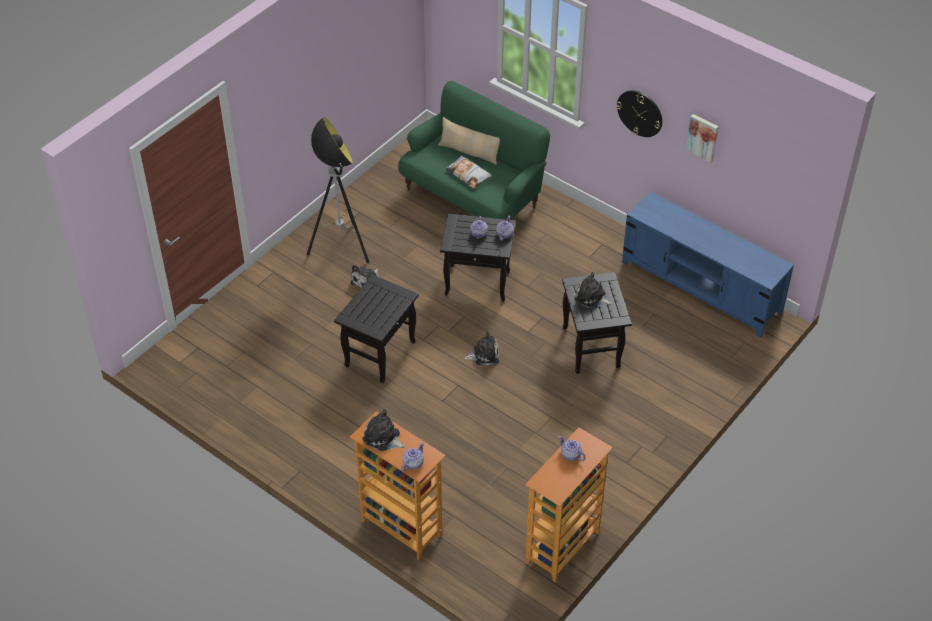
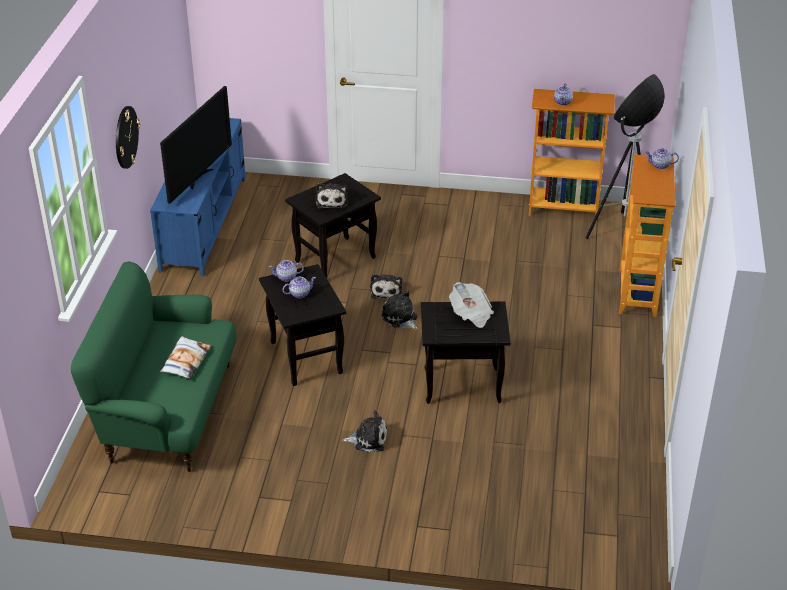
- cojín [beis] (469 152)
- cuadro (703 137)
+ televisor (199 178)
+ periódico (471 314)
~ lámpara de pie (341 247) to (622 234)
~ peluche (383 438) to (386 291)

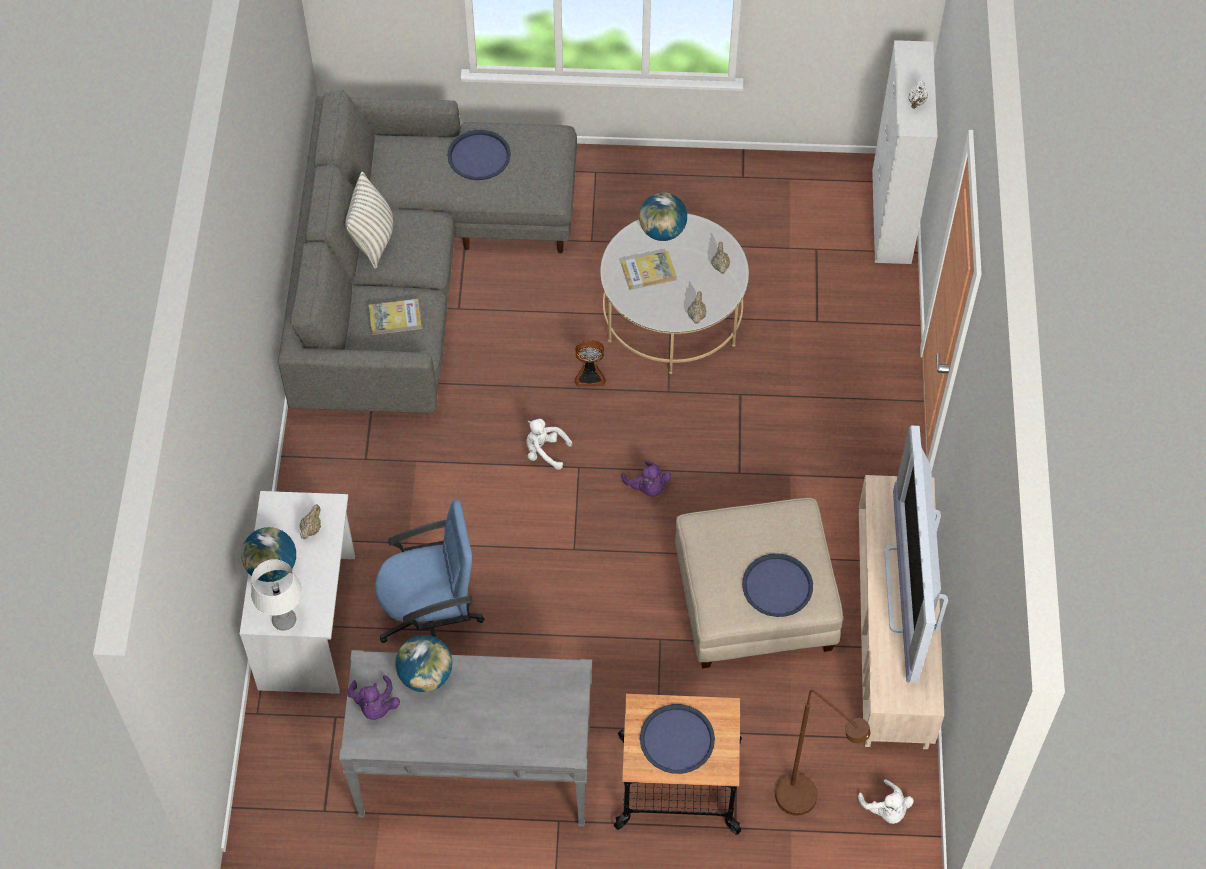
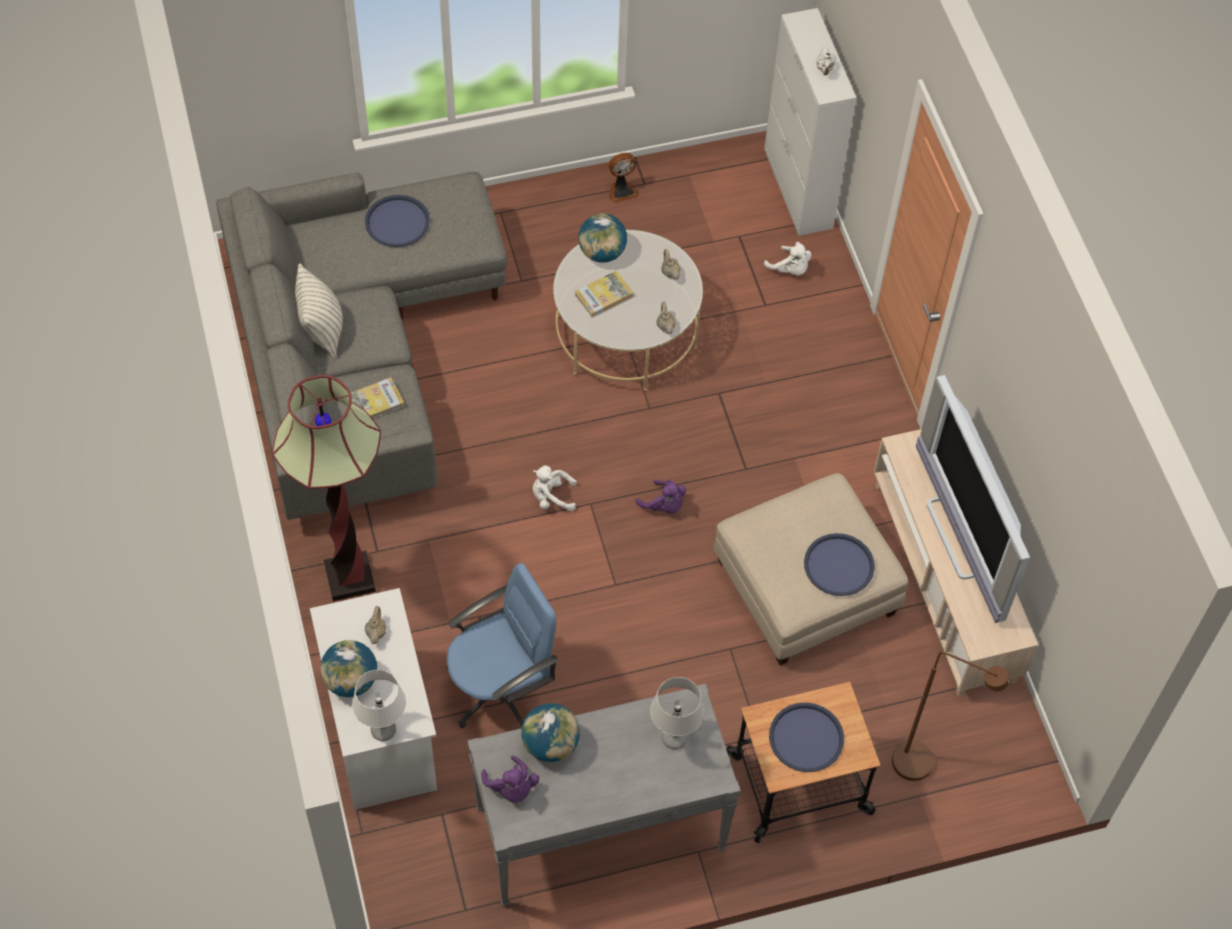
+ lámpara de pie (350 577)
+ lámpara de mesa [gris] (674 738)
~ ventilador (590 375) to (621 190)
~ peluche [blanco] (886 810) to (790 269)

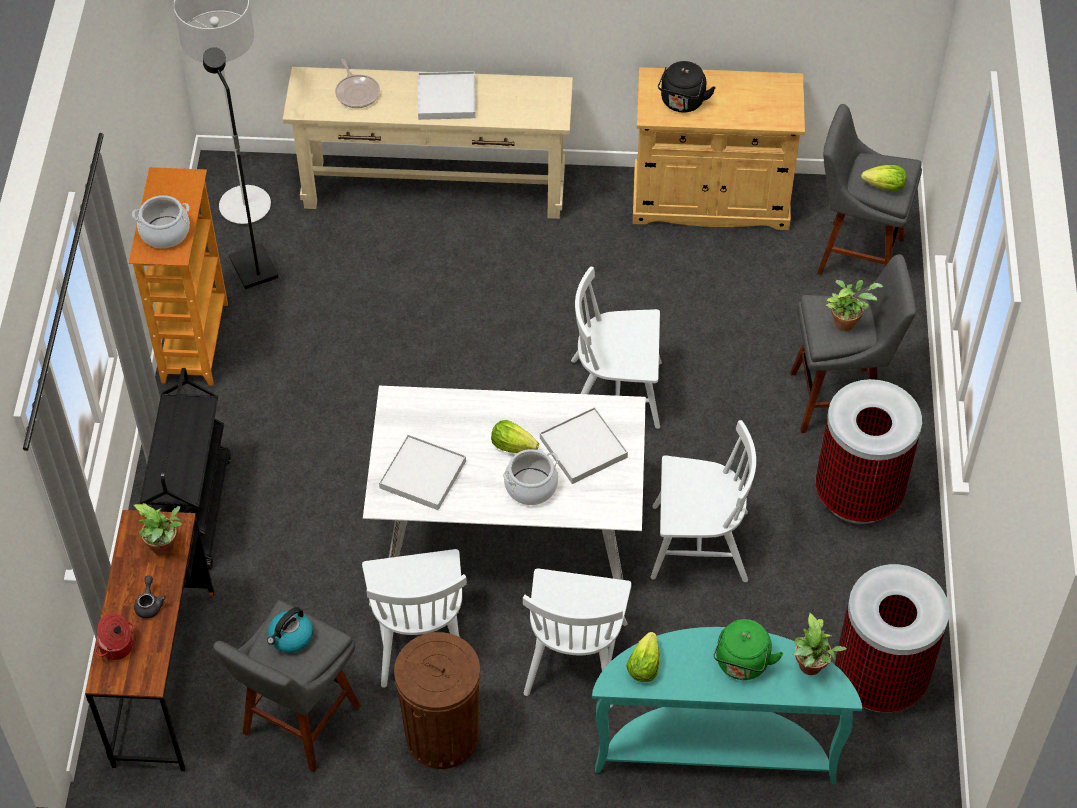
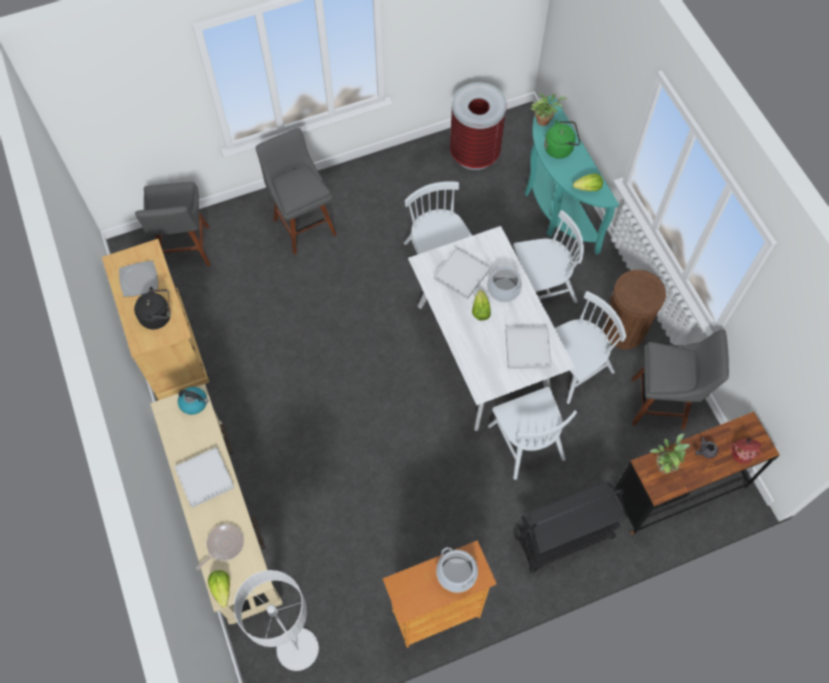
- lámpara de pie [negro] (252 268)
- papelera (858 494)
- planta en maceta (846 322)
+ plato (138 279)
~ hervidor (290 637) to (194 403)
~ silla [blanco] (616 392) to (526 442)
~ lechuga (884 187) to (222 588)

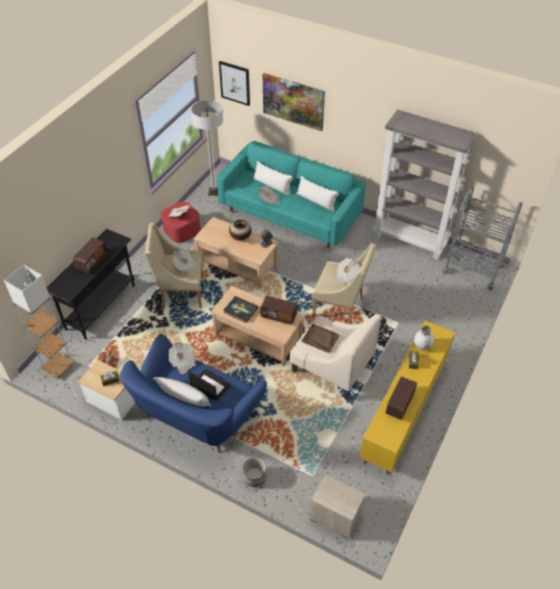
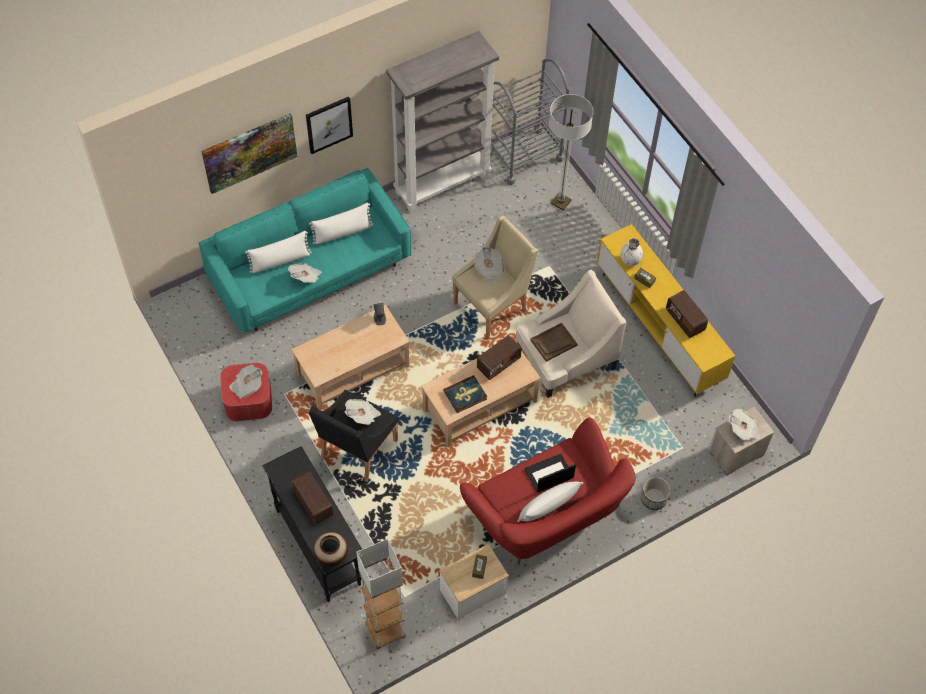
~ periódico (182 362) to (743 430)
~ lámpara de pie (214 192) to (560 202)
~ cuadro (235 83) to (329 124)
~ florero (240 237) to (331 556)
~ sofá [azul] (196 415) to sofá [rojo] (546 516)
~ sillón [beis] (180 293) to sillón [negro] (357 451)

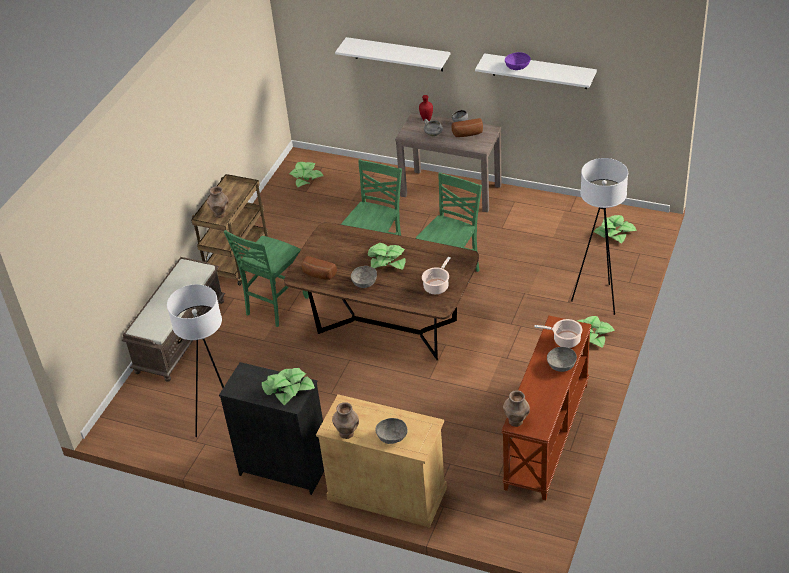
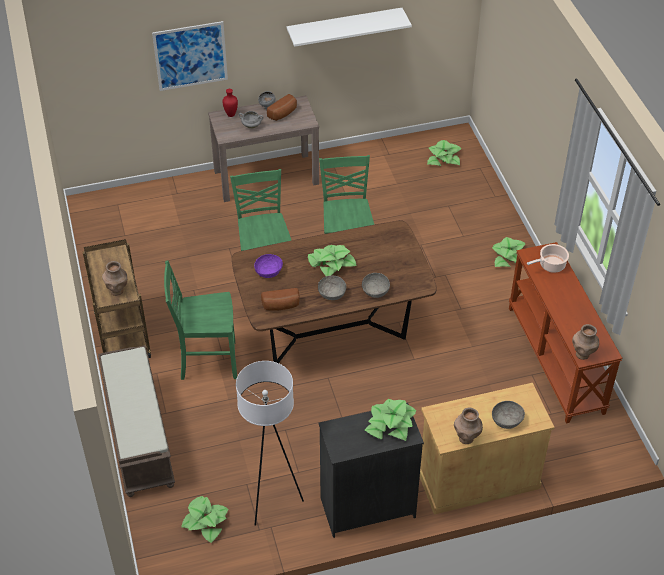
- olla (437 286)
- lámpara de pie [blanco] (597 299)
~ planta en maceta (306 177) to (205 521)
~ cuenco [morado] (517 67) to (268 271)
~ cuenco [gris] (561 365) to (375 291)
~ estante [blanco] (398 54) to cuadro (190 56)
~ silla [verde] (275 306) = (207 361) 90 degrees clockwise

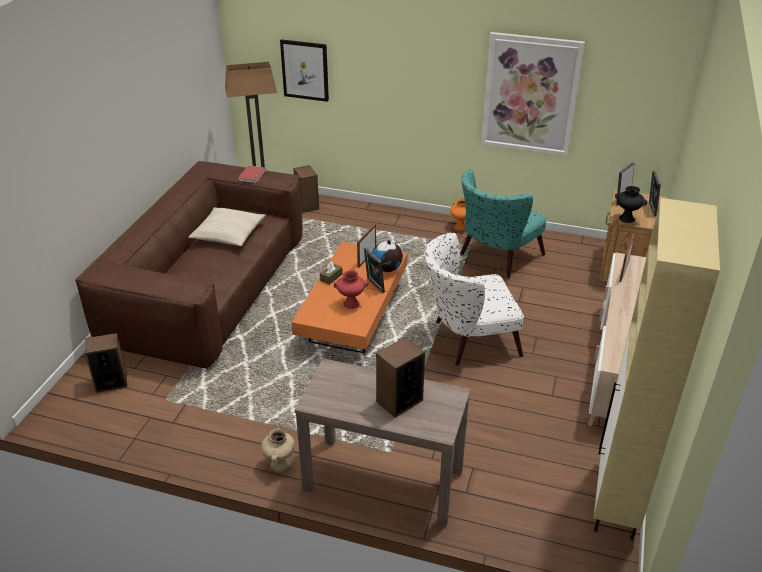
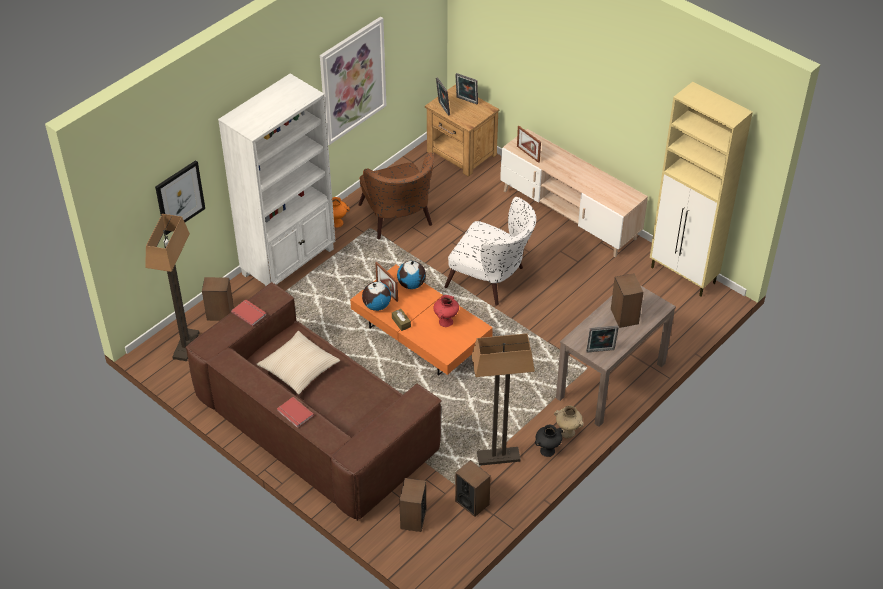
+ estantería [blanco] (289 261)
+ libro [rojo] (294 413)
+ globo terráqueo (376 305)
+ altavoz (472 502)
+ lámpara de pie (498 457)
~ portarretratos (374 285) to (600 351)
~ florero [negro] (626 219) to (547 451)
~ sillón [turquesa] (495 258) to sillón [marrón] (398 220)
~ sillón [blanco] (467 339) = (492 280) 75 degrees counterclockwise

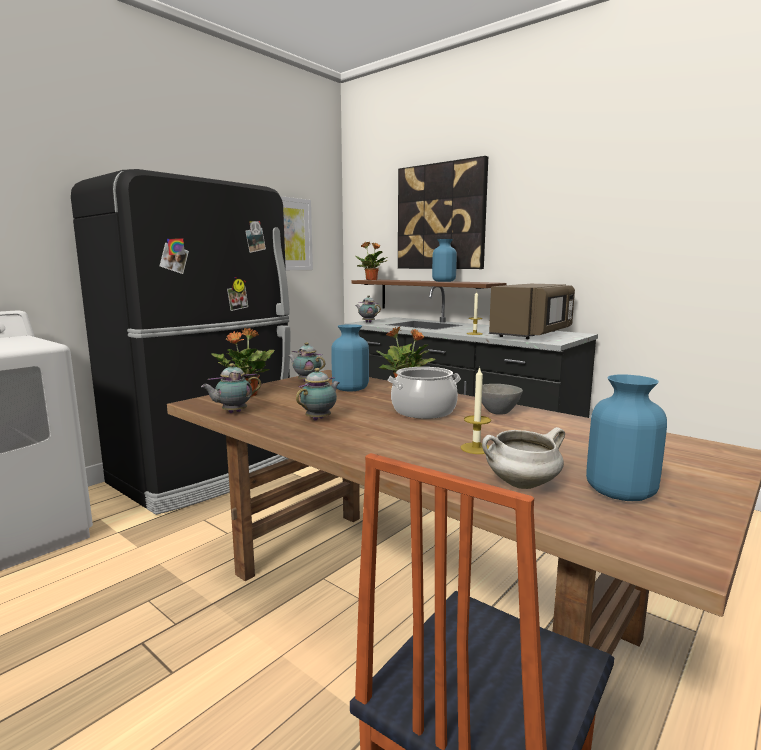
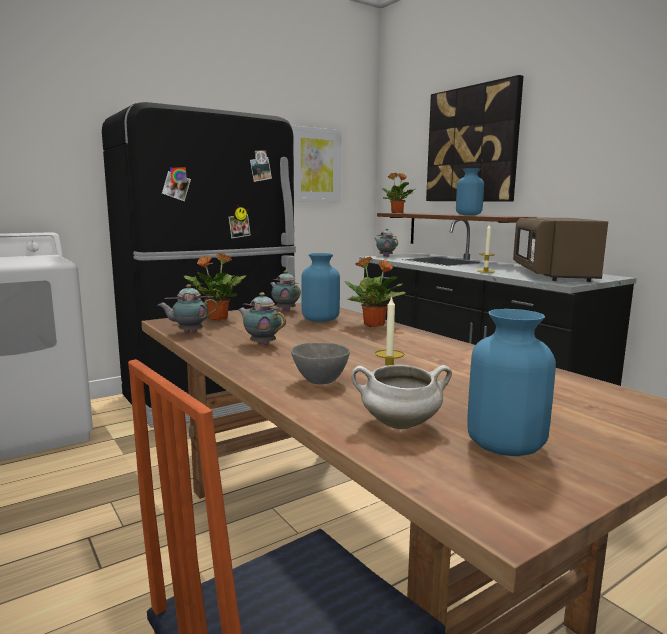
- olla (423 411)
~ cuenco [gris] (498 412) to (319 381)
~ tetera (320 419) = (261 344) 105 degrees counterclockwise
~ microondas [marrón] (532 334) = (552 275) 135 degrees clockwise

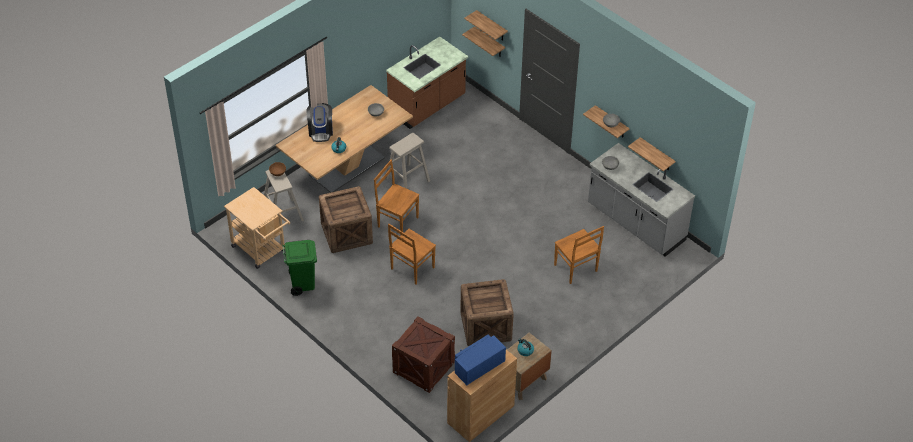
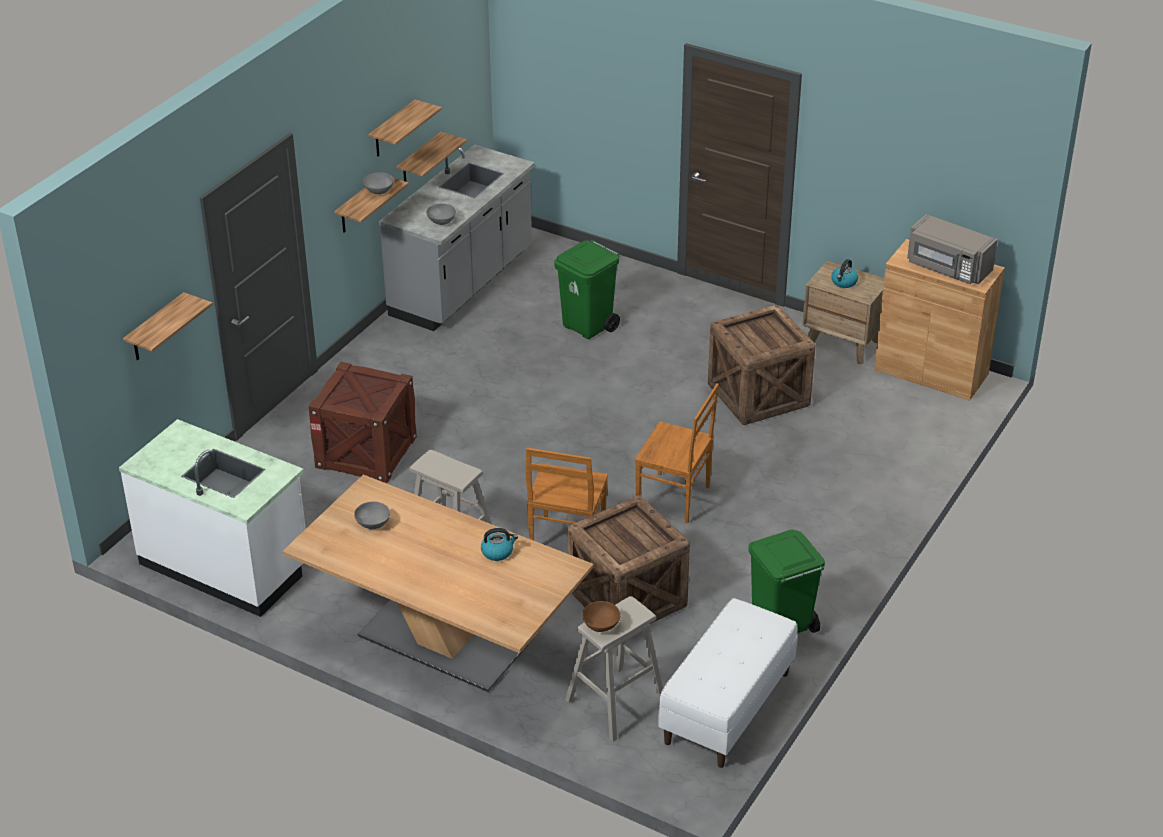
- cafetera (320 131)
~ caja de embalaje (424 367) to (366 452)
~ estante (489 42) to (392 130)
~ carrito [beis] (262 251) to banco [blanco] (727 708)
~ silla [marrón] (576 269) to papelera [verde] (588 326)
~ mueble bajo de cocina [marrón] (427 106) to mueble bajo de cocina [blanco] (225 565)
~ microondas [azul] (478 366) to microondas [gris] (948 268)

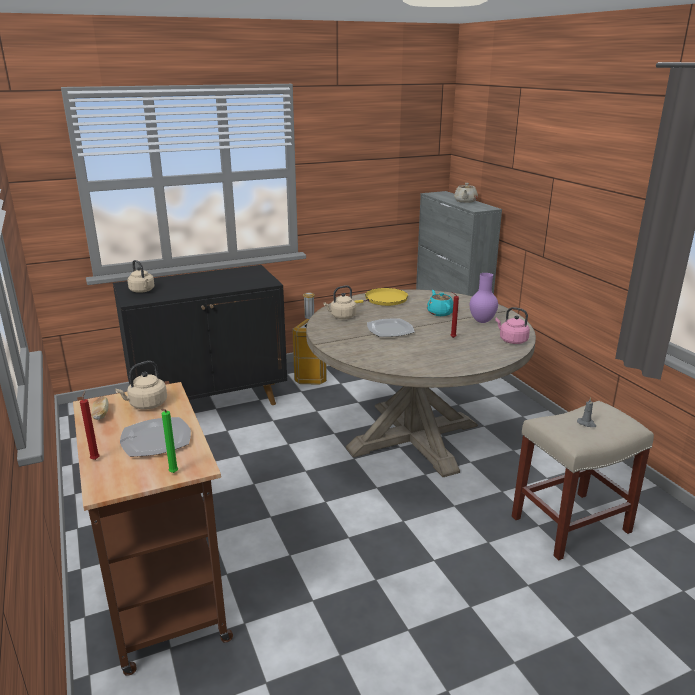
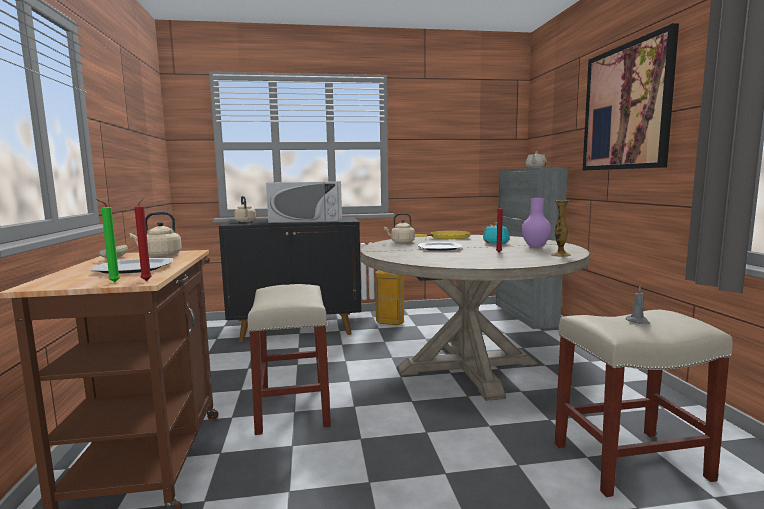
+ taburete [beis] (292 406)
+ microondas [blanco] (307 220)
+ cuadro (626 107)
~ vela [rojo] (95 458) to (147 280)
~ hervidor [rosa] (511 340) to florero (560 255)

